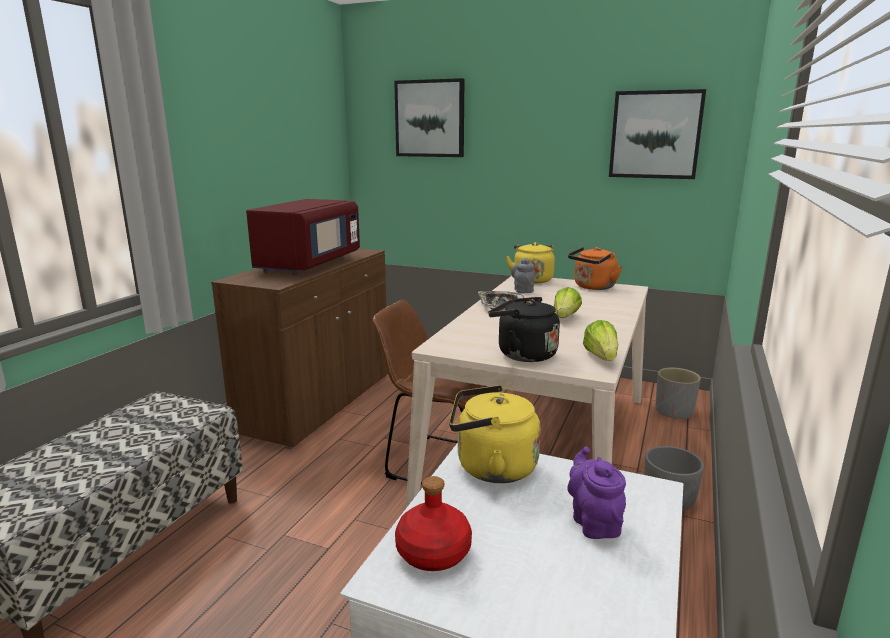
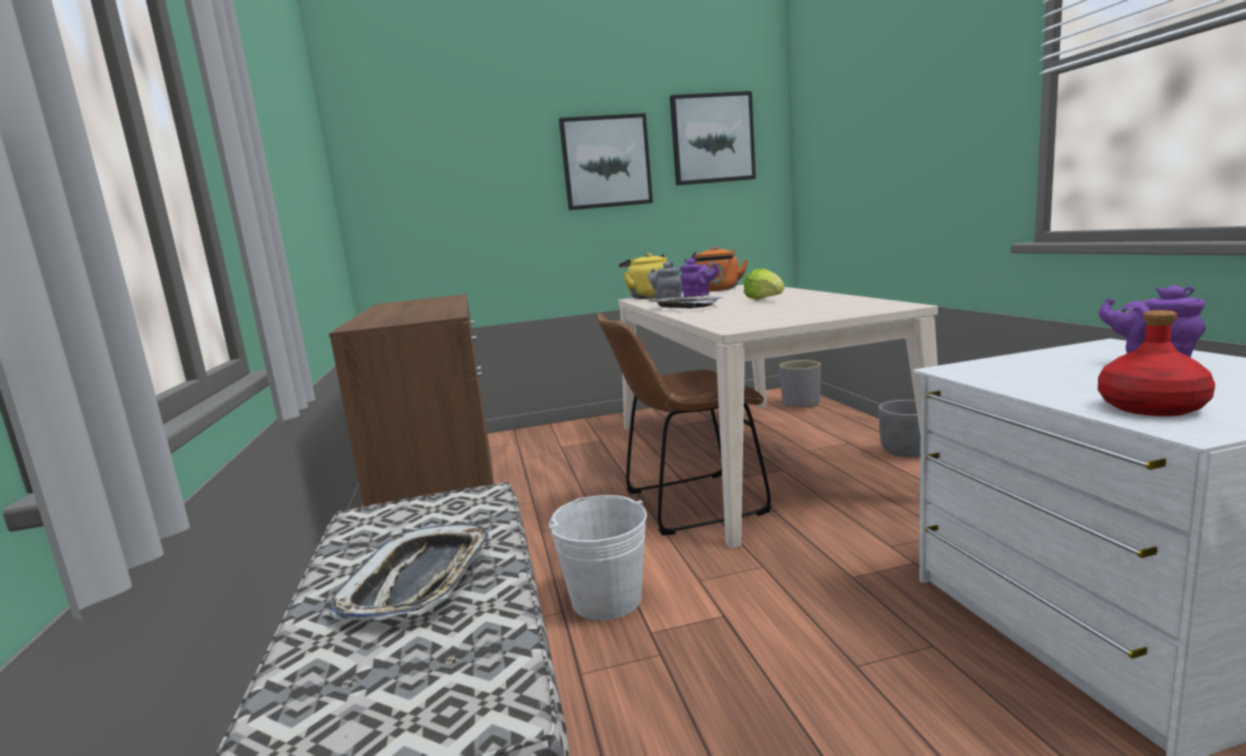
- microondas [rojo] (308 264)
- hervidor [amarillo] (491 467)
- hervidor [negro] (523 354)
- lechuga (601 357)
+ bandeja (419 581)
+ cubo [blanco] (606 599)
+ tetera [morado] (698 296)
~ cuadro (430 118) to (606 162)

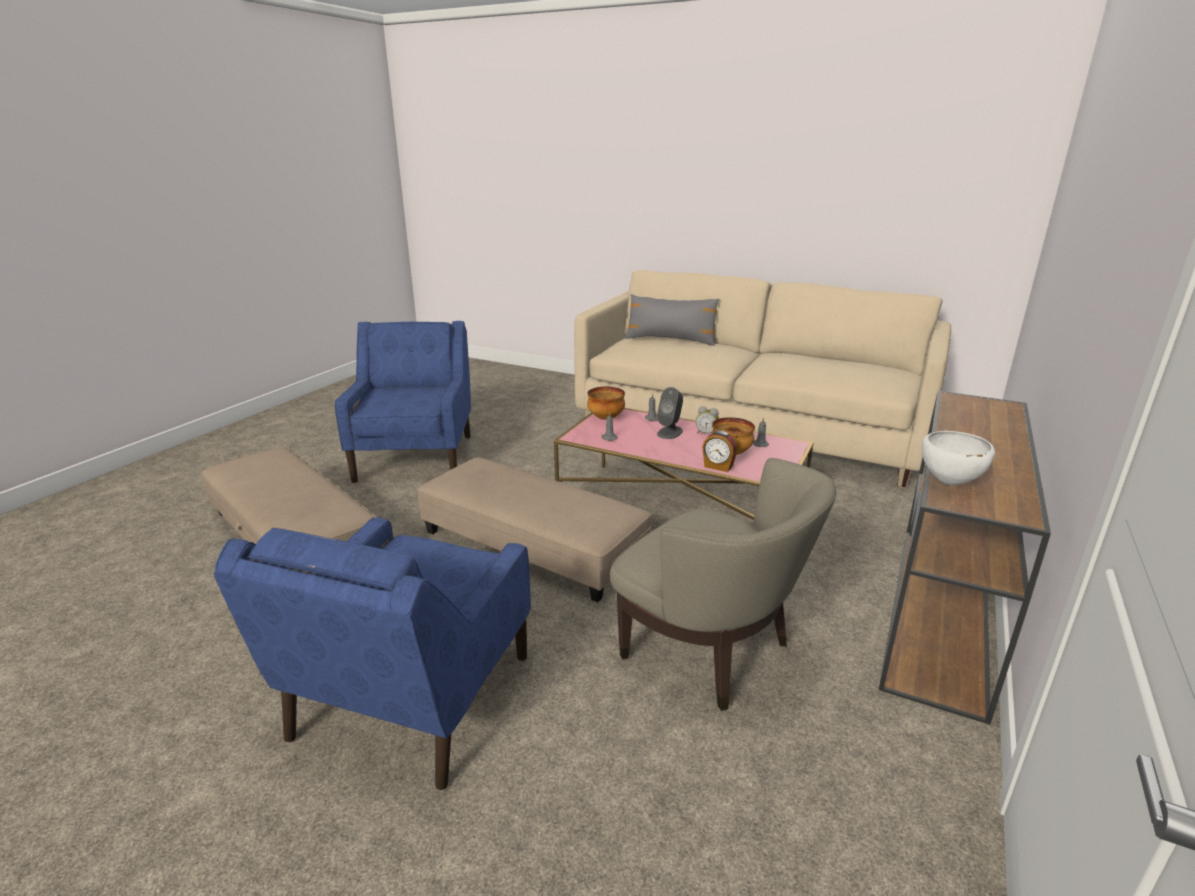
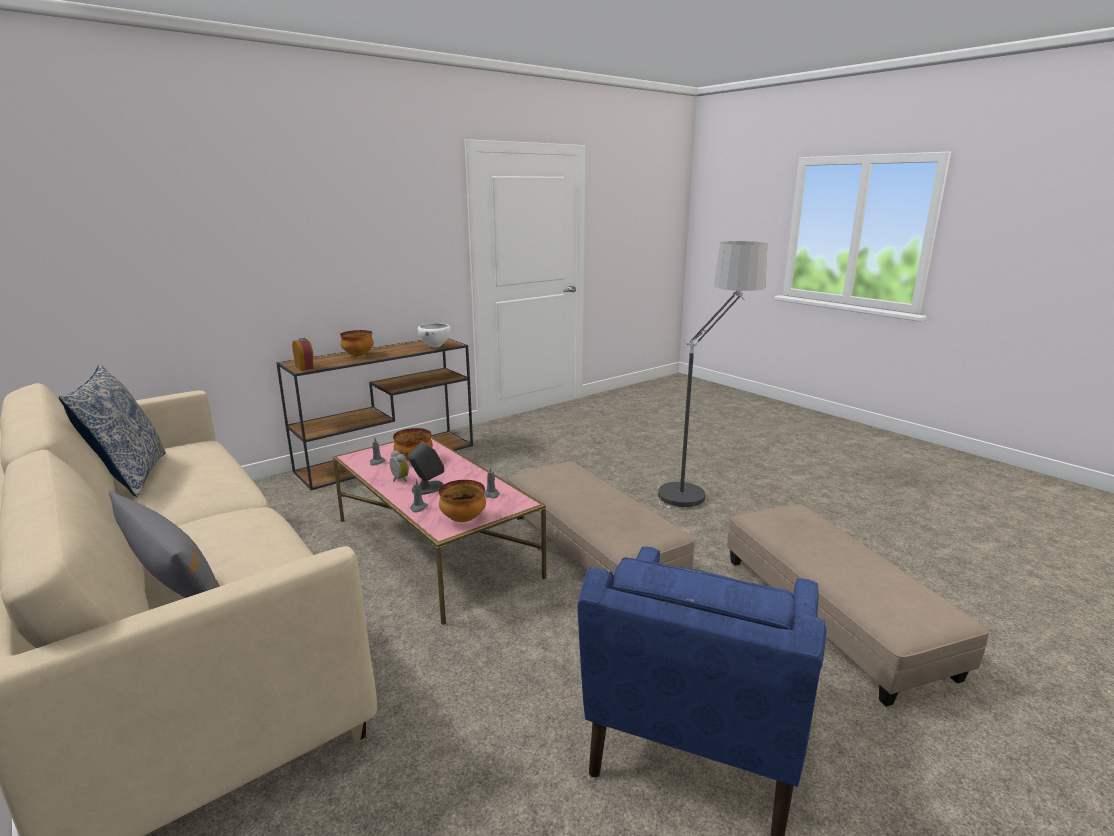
- sillón [beis] (712 651)
+ cojín (130 477)
+ cuenco (359 355)
~ despertador (718 466) to (305 367)
~ sillón [azul] (411 698) to lámpara de pie (700 485)

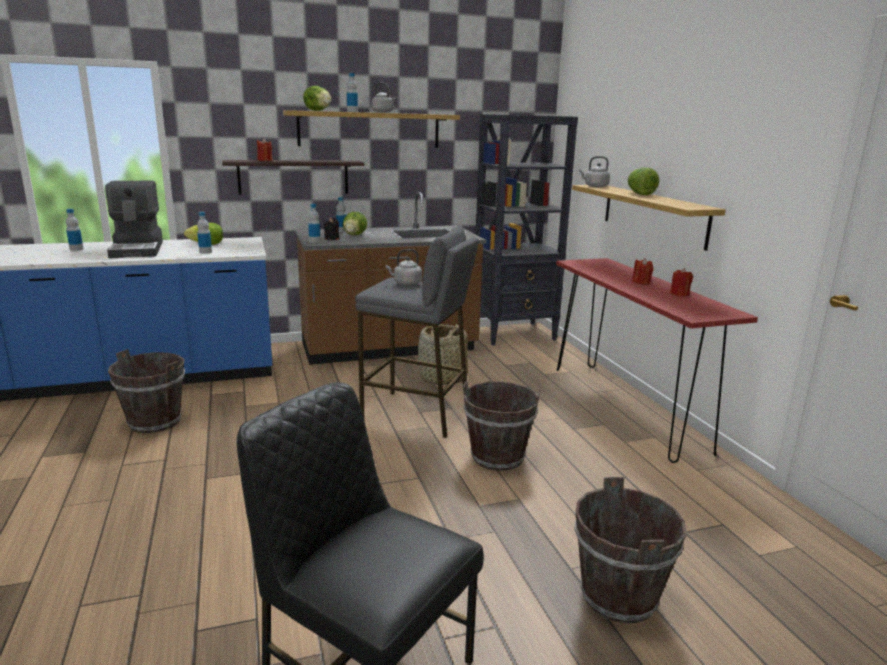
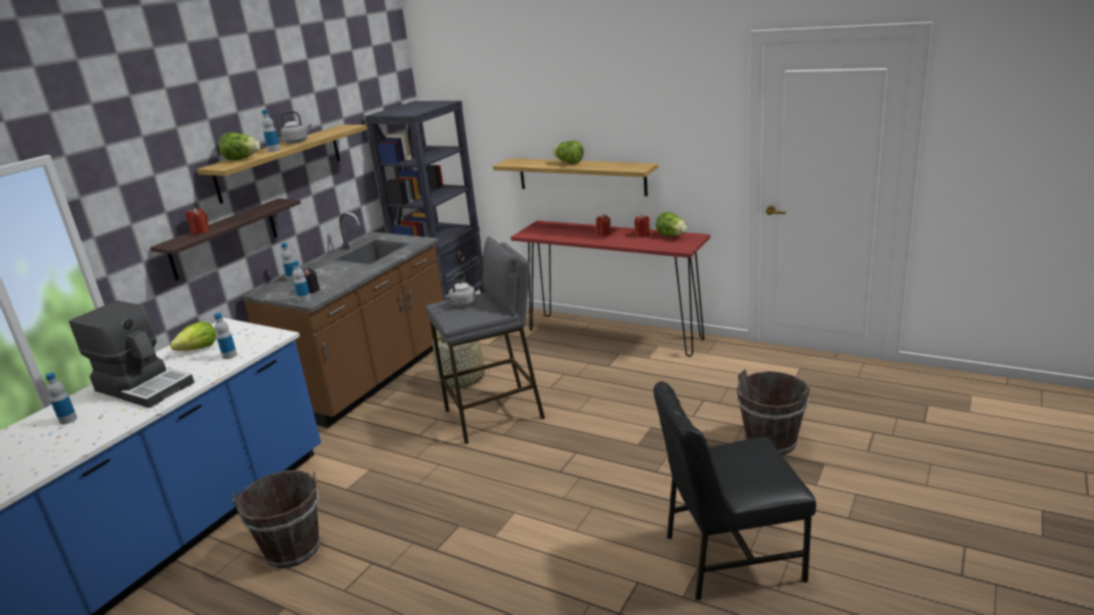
- cubo [marrón] (497 457)
- hervidor [gris] (595 186)
~ lechuga (354 235) to (672 236)

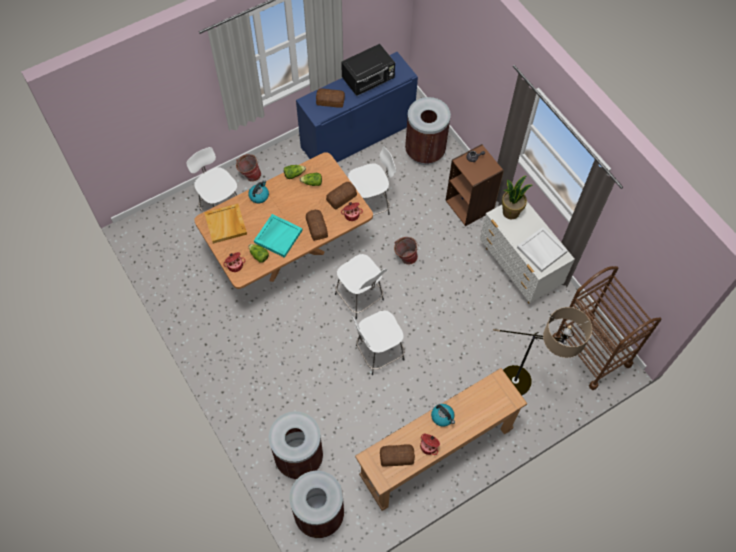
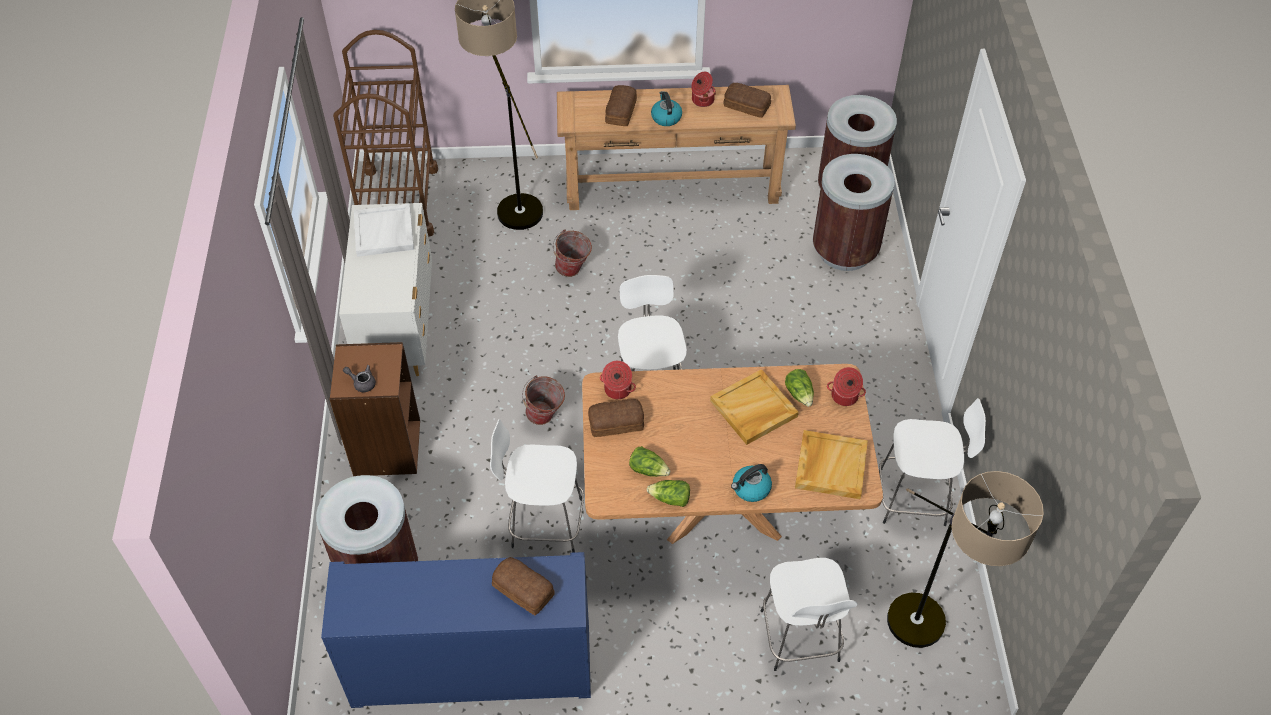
- microondas [negro] (368 80)
- planta en maceta (510 211)
+ lámpara de pie (927 641)
~ cubo (249 175) to (573 271)
~ pan (317 227) to (620 111)
~ taburete [blanco] (378 353) to (915 498)
~ bandeja [turquesa] (278 236) to bandeja [beis] (753 409)

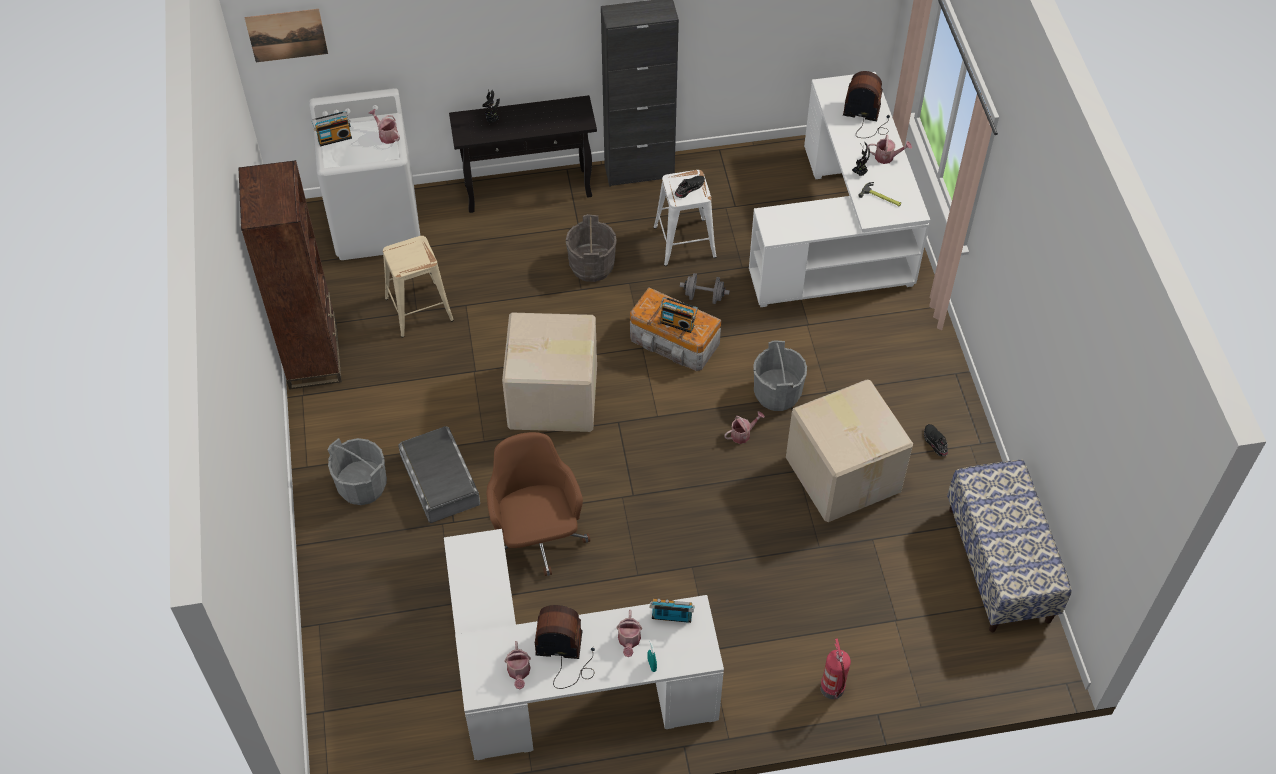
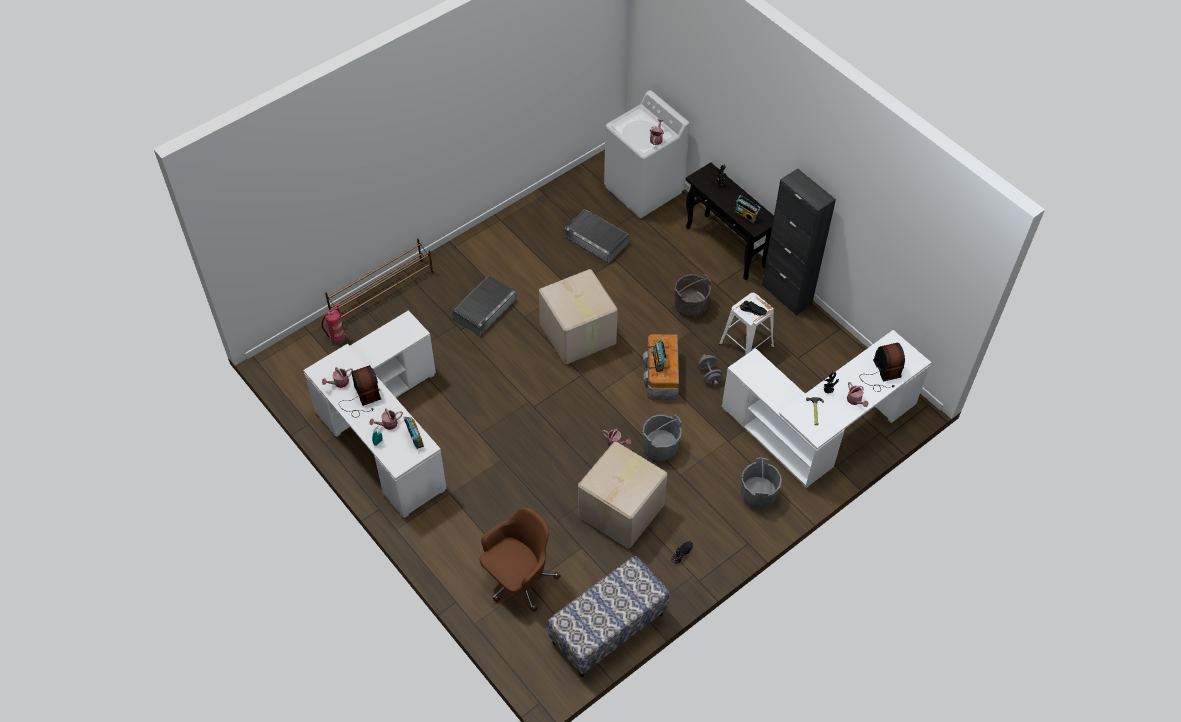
- estantería [marrón] (313 356)
- cuadro (287 35)
+ zapatero [marrón] (382 292)
~ radio (334 138) to (746 216)
~ cubo [gris] (362 485) to (758 495)
~ silla de oficina [marrón] (537 538) to (518 579)
~ extintor (833 689) to (337 339)
~ taburete [beis] (419 308) to caja de almacenaje [gris] (596 240)

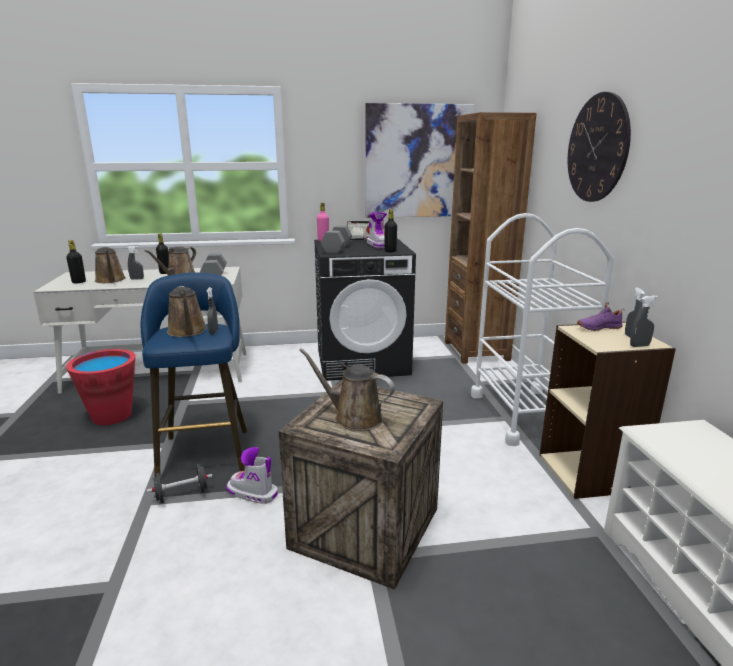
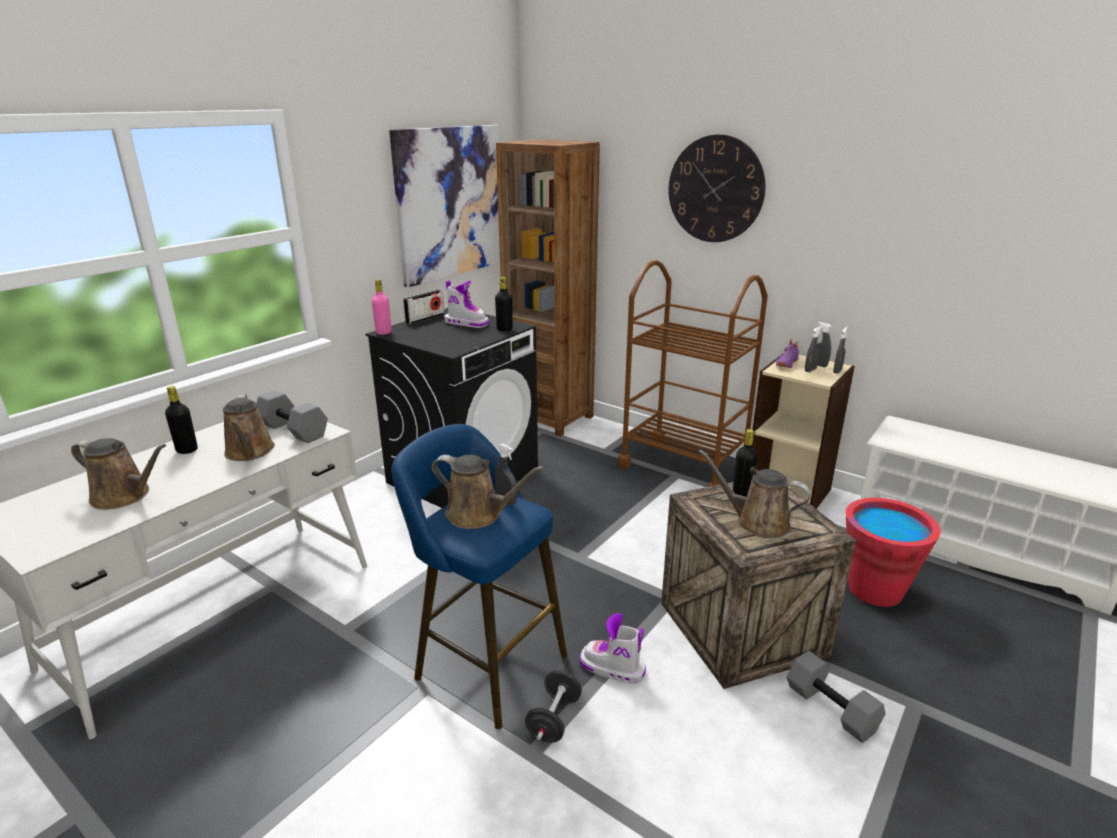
~ botella [negro] (79 282) to (742 492)
~ cubo [rojo] (112 416) to (875 590)
~ pulverizador [gris] (137 279) to (810 370)
~ mancuerna [gris] (337 249) to (832 709)
~ carrito [blanco] (525 415) to carrito [marrón] (683 465)
~ bota (252 493) = (612 668) 45 degrees clockwise
~ regadera [marrón] (354 417) = (757 522) 45 degrees clockwise

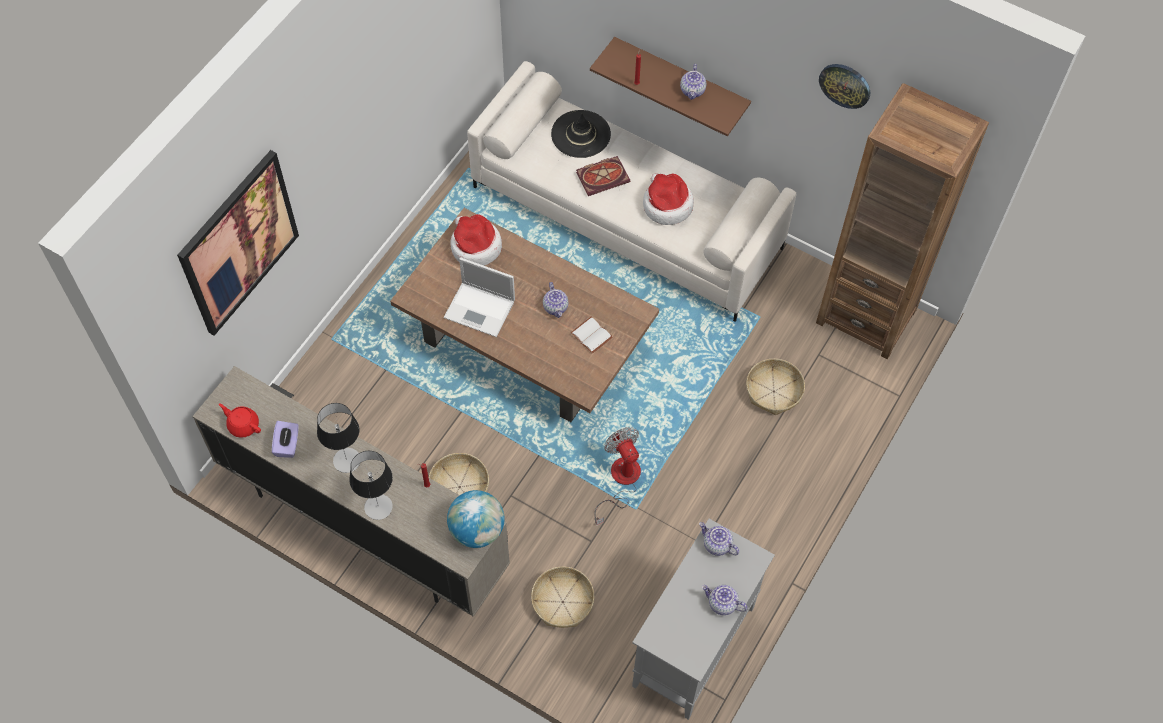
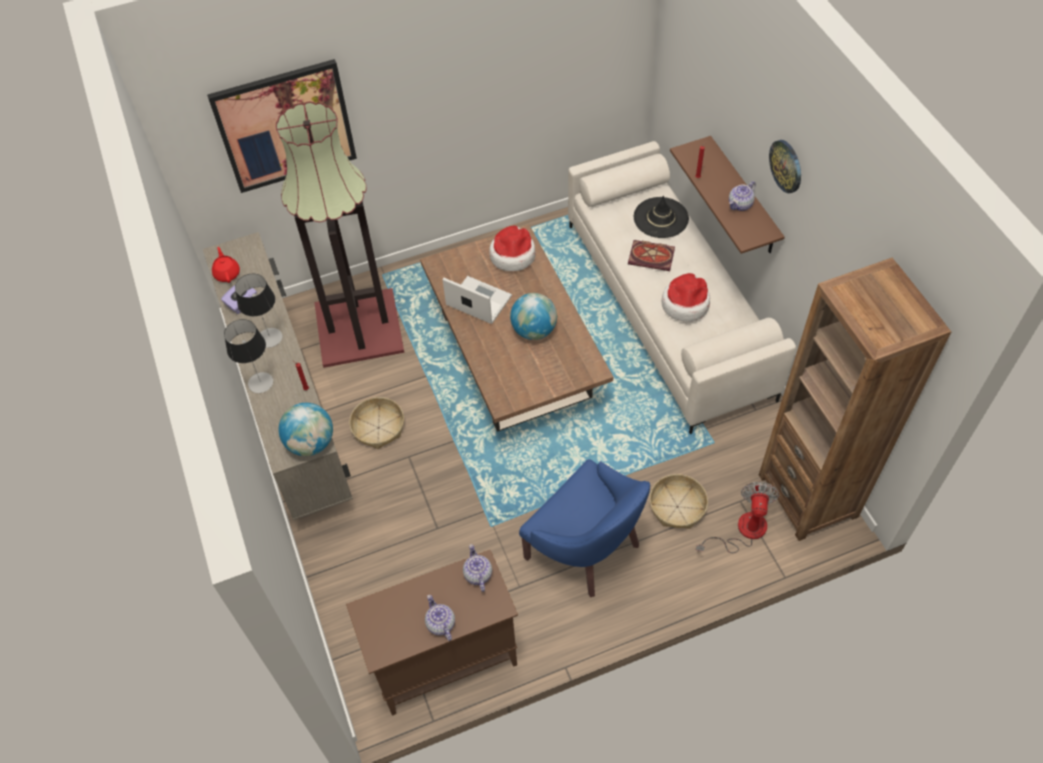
- cesta (562 602)
- libro [blanco] (592 335)
+ lámpara de pie (357 329)
+ sillón [azul] (587 548)
~ ventilador (620 481) to (742 531)
~ reloj de pared (845 85) to (786 166)
~ tetera (556 307) to globo terráqueo (534 330)
~ armario [gris] (693 648) to armario [marrón] (443 662)
~ portátil (481 309) = (477 300) 150 degrees clockwise

